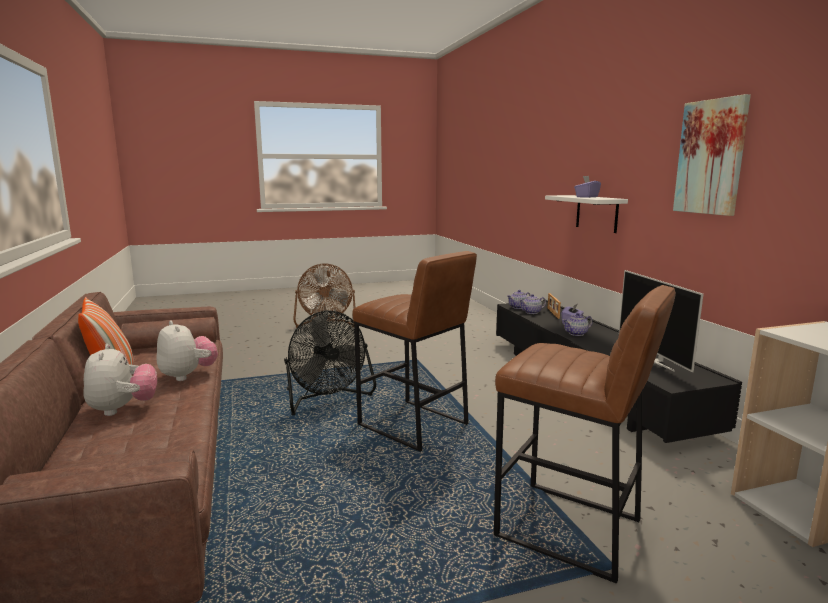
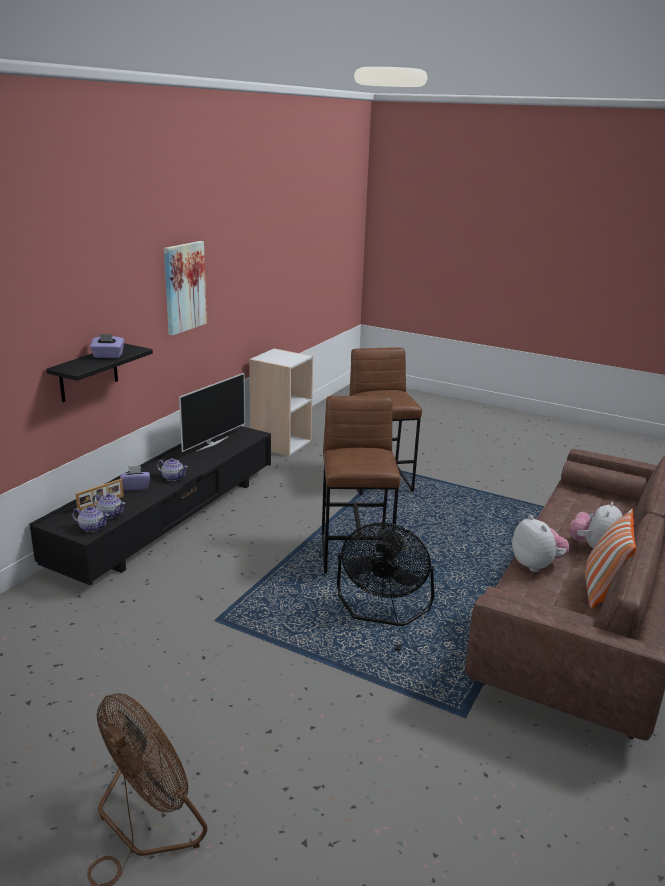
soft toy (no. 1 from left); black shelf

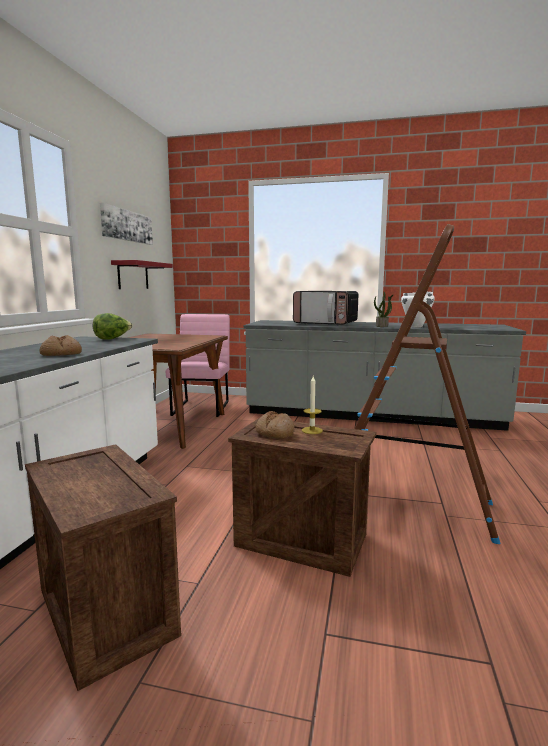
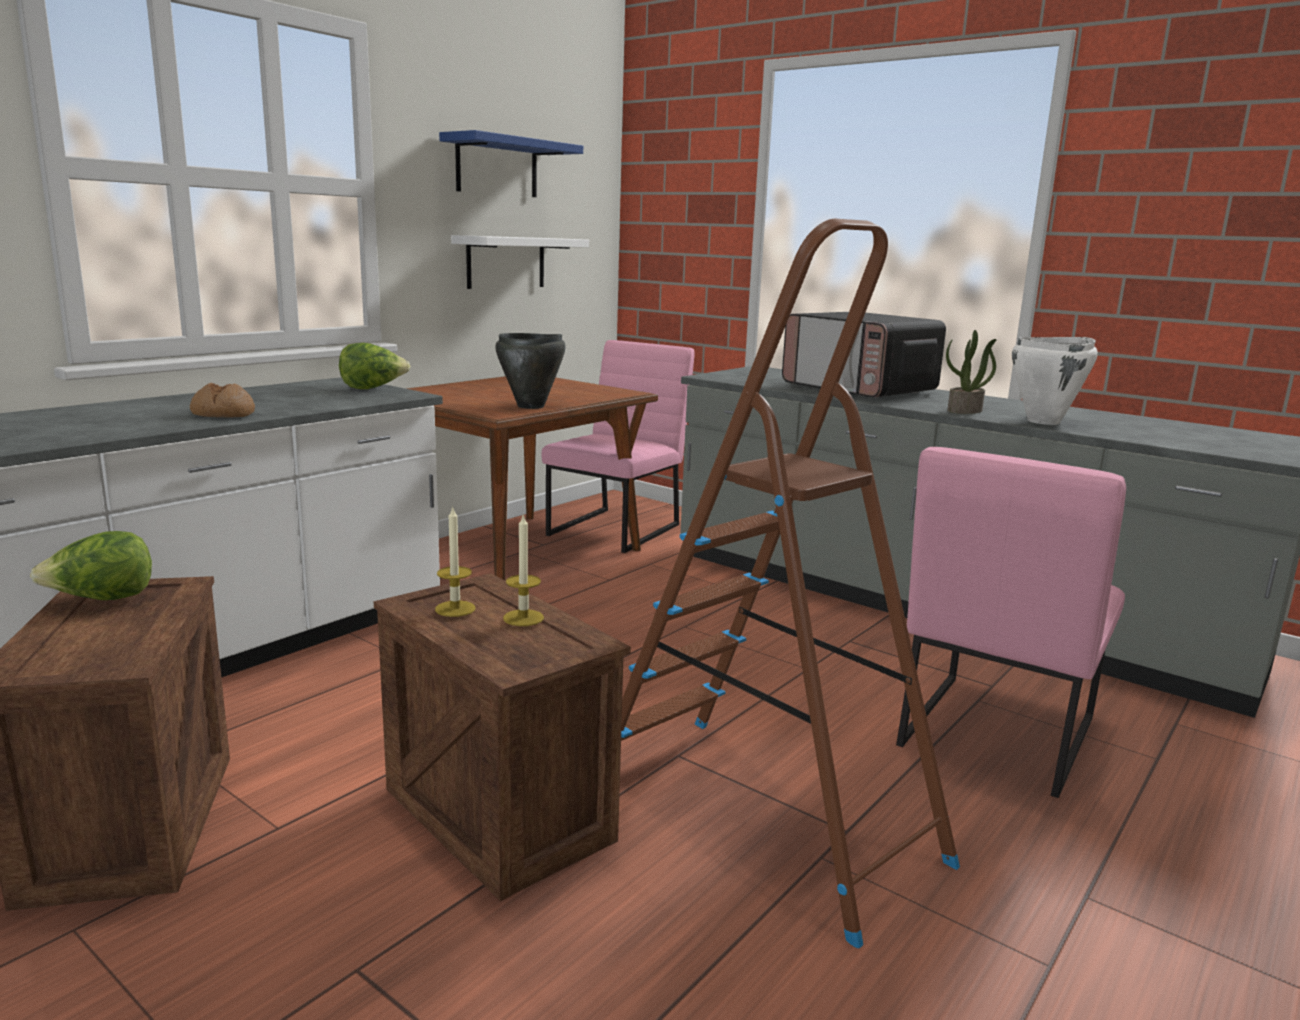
blue shelf; whitish shelf; wax light (no. 1 from left); lettuce (no. 1 from left); black saucepot; pink-coloured plain chair (no. 2 from left)

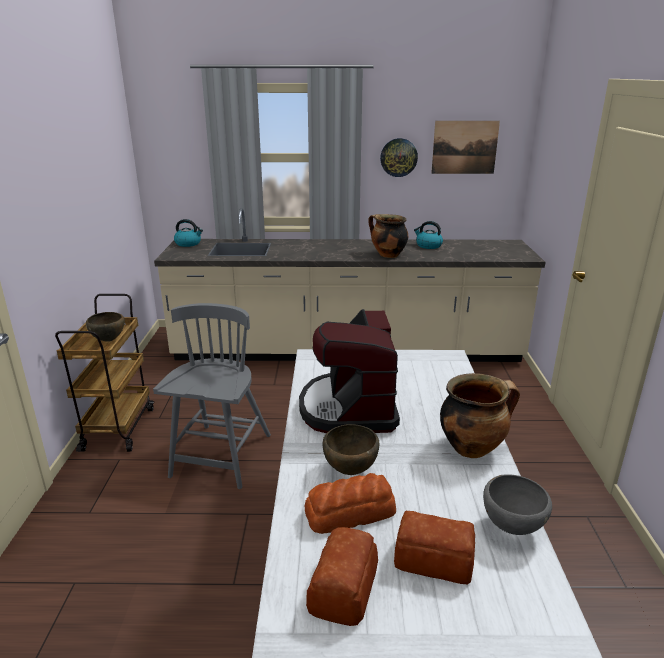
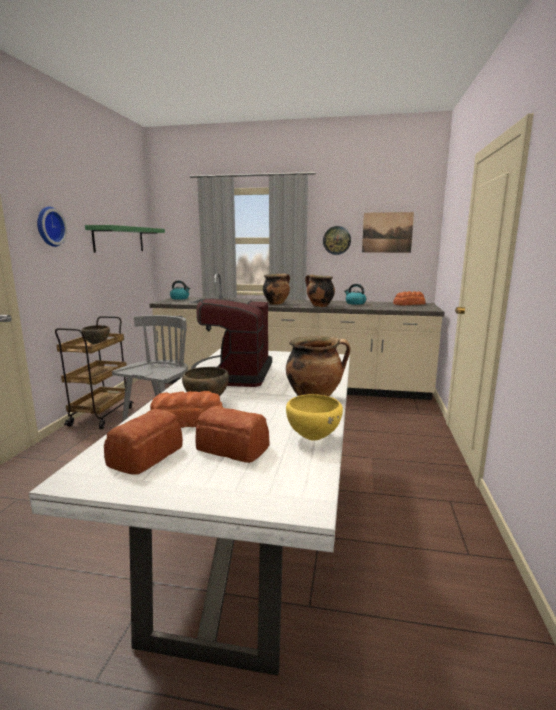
yellowish bowl; wall clock (no. 1 from left); green shelf; saucepot (no. 1 from left); bread (no. 4 from left)

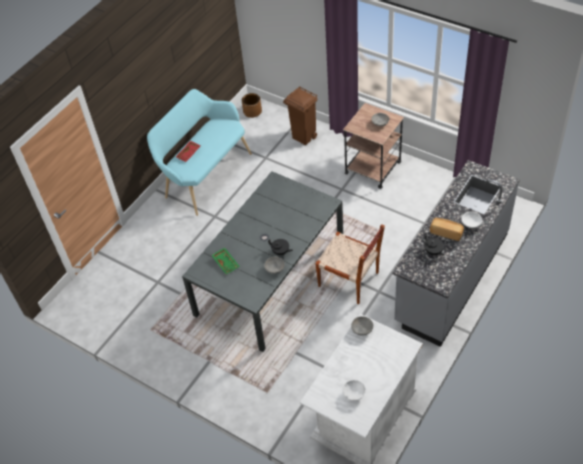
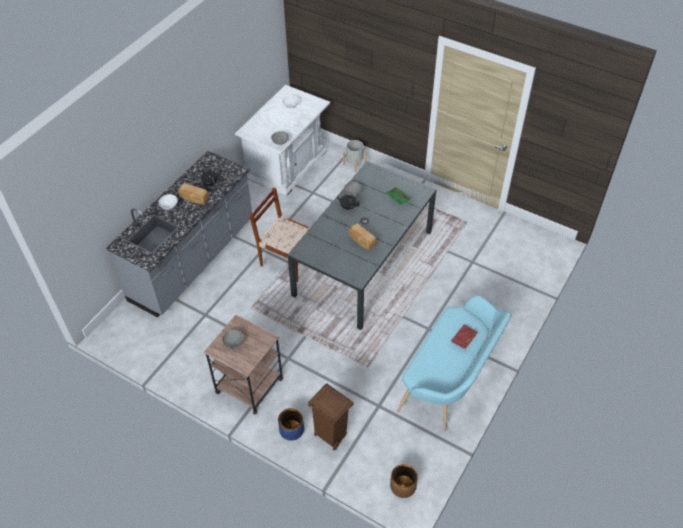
blue flower pot; gray flower pot; bread (no. 2 from left)

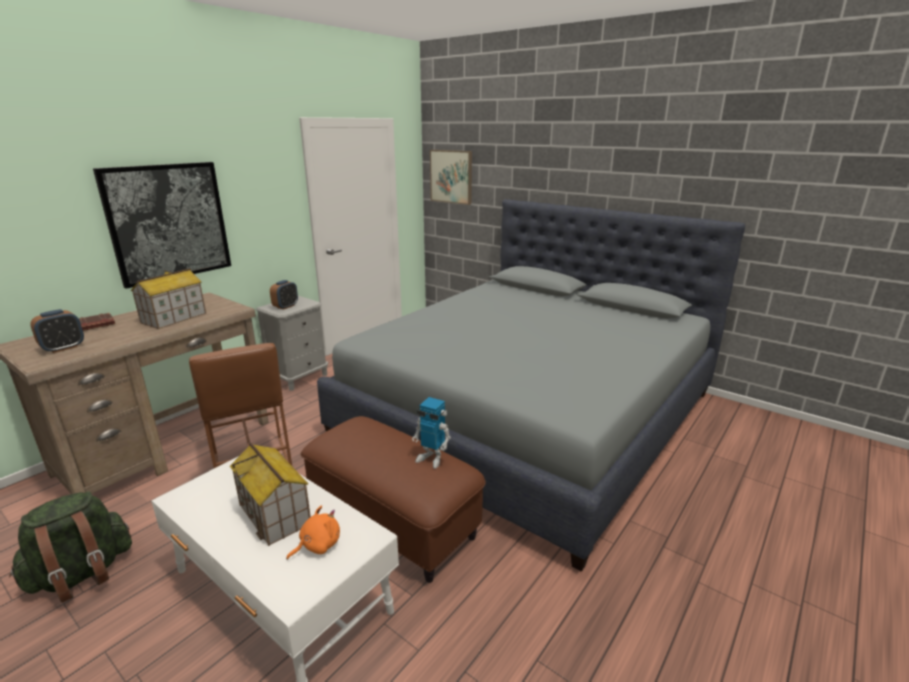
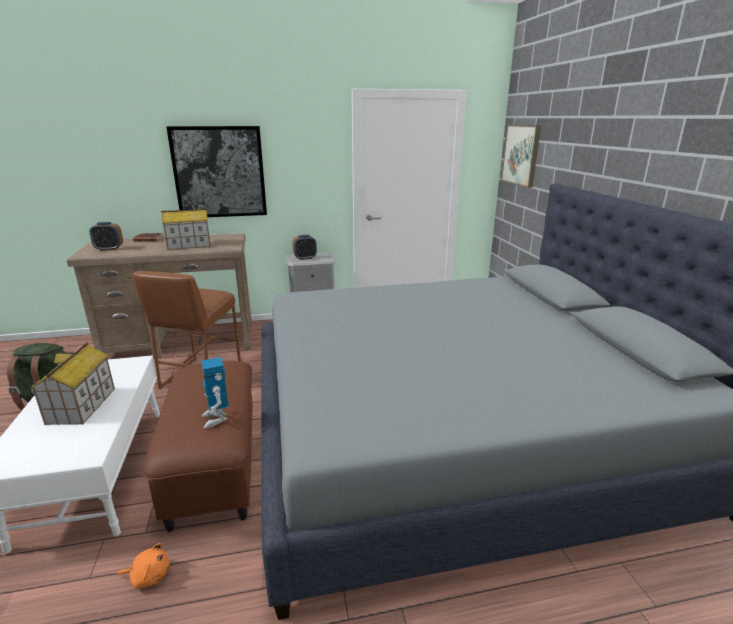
orangey soft toy

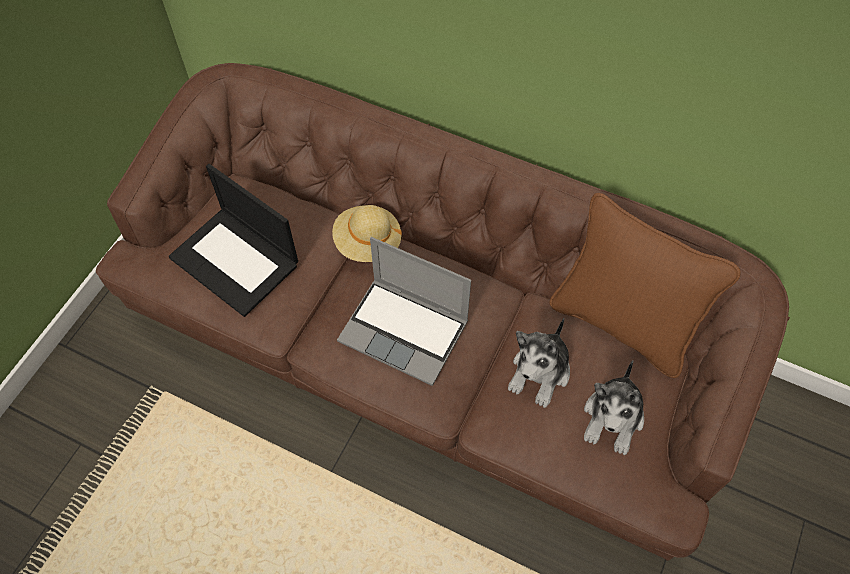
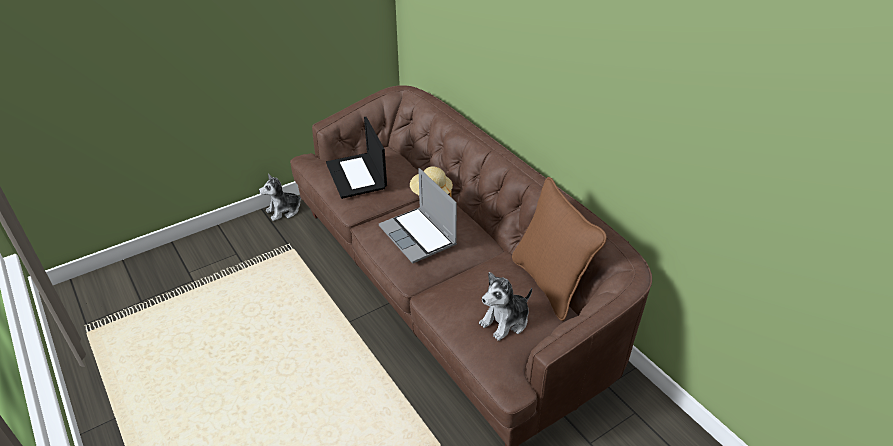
soft toy (no. 1 from left)

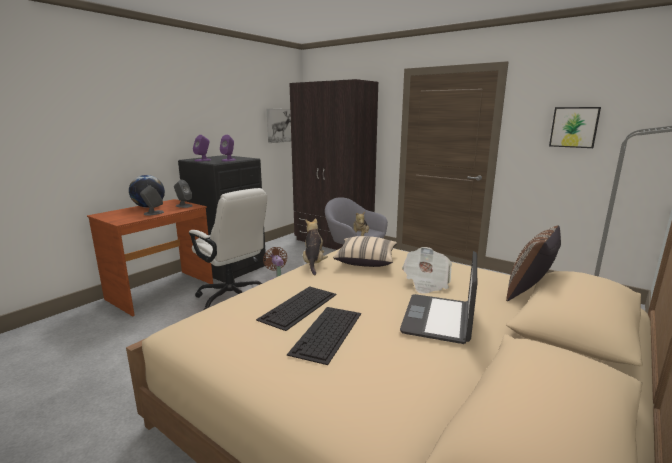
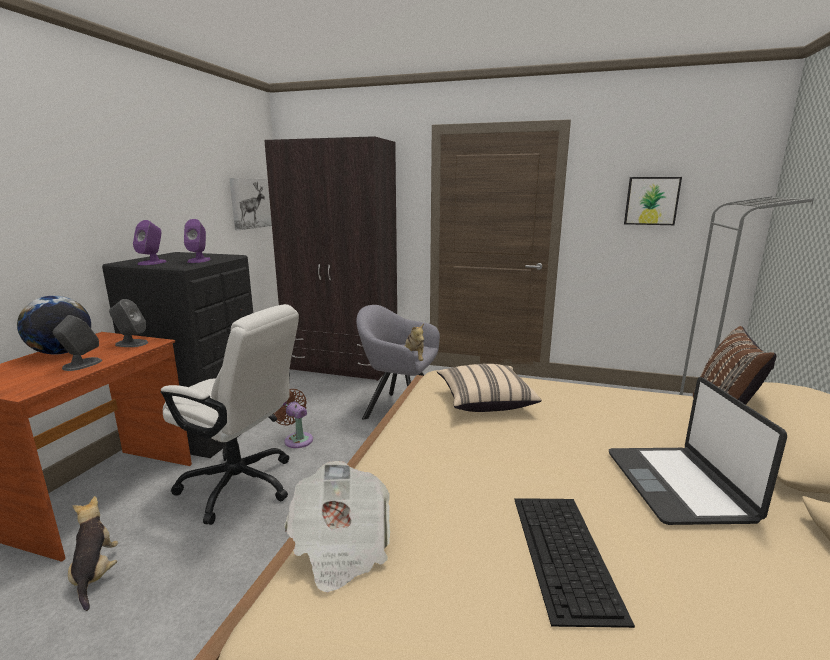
PC keyboard (no. 1 from left in the first image); soft toy (no. 1 from left); printed paper

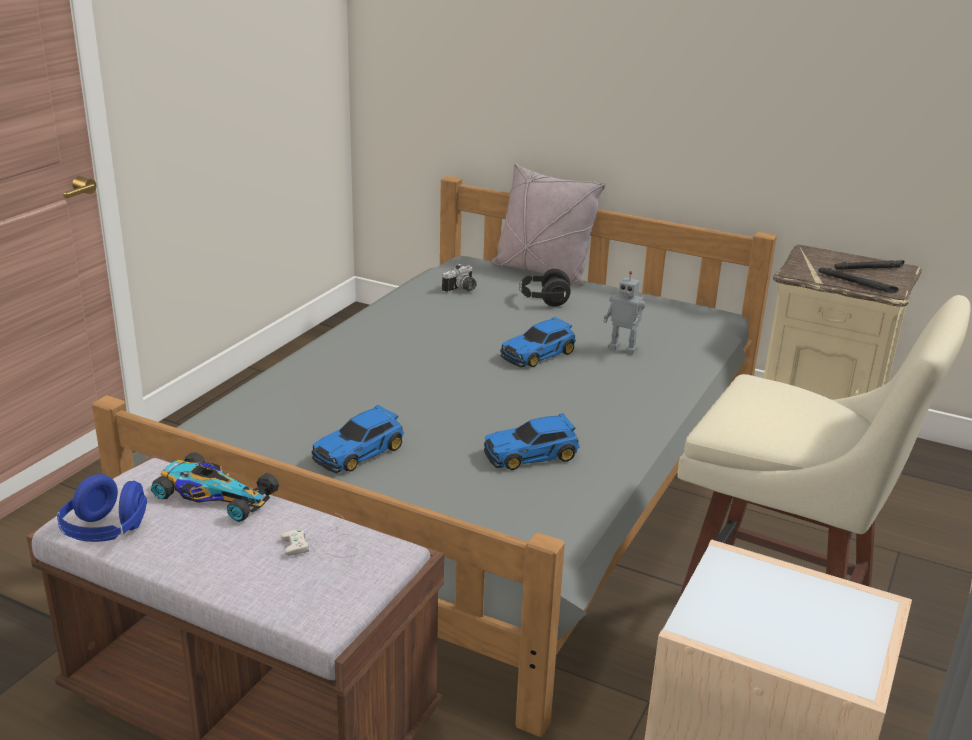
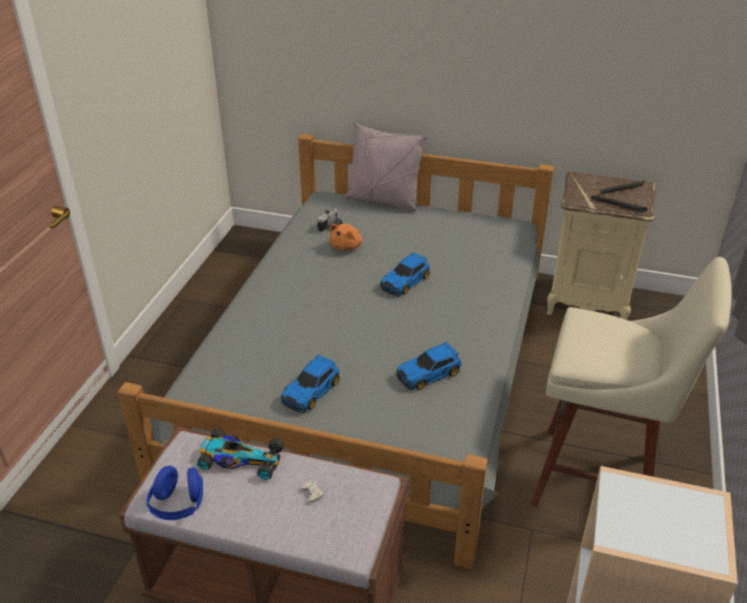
black headset; model robot; orangey soft toy

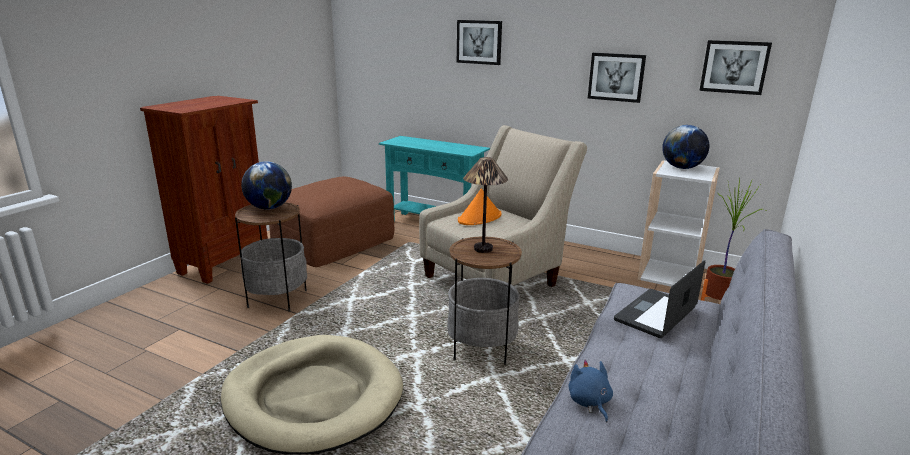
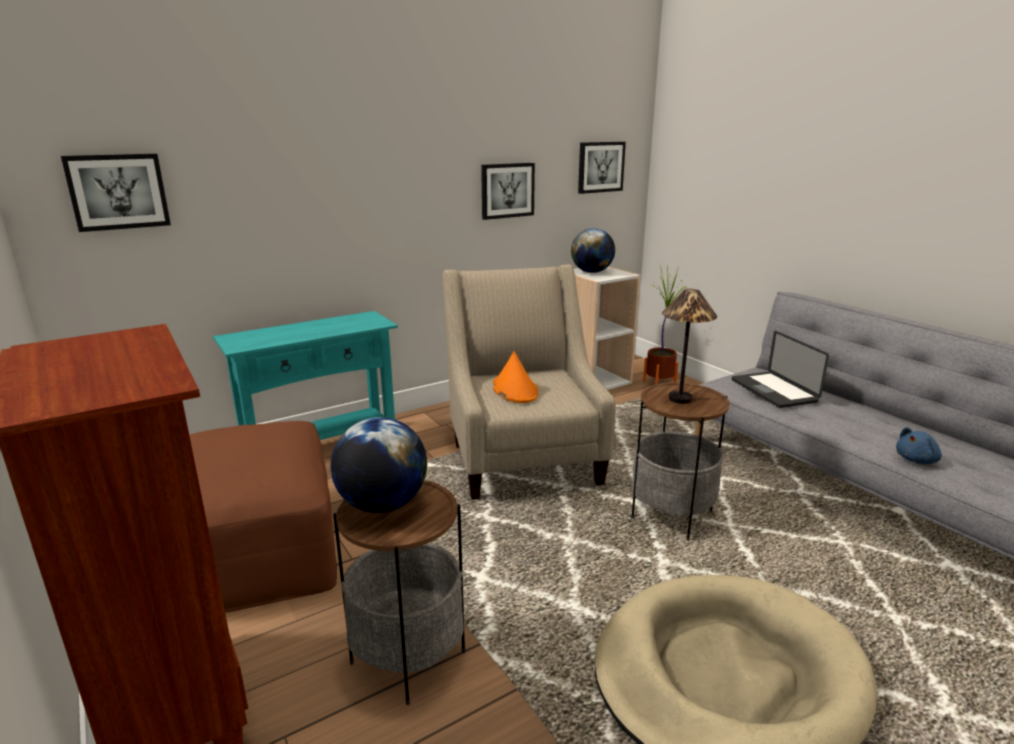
wall picture (no. 1 from left); blue soft toy

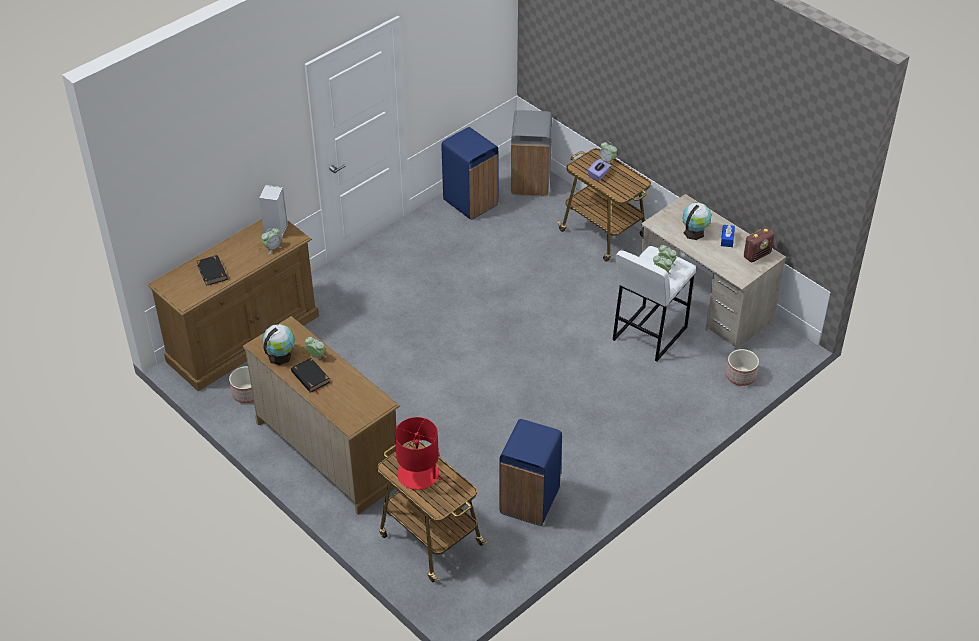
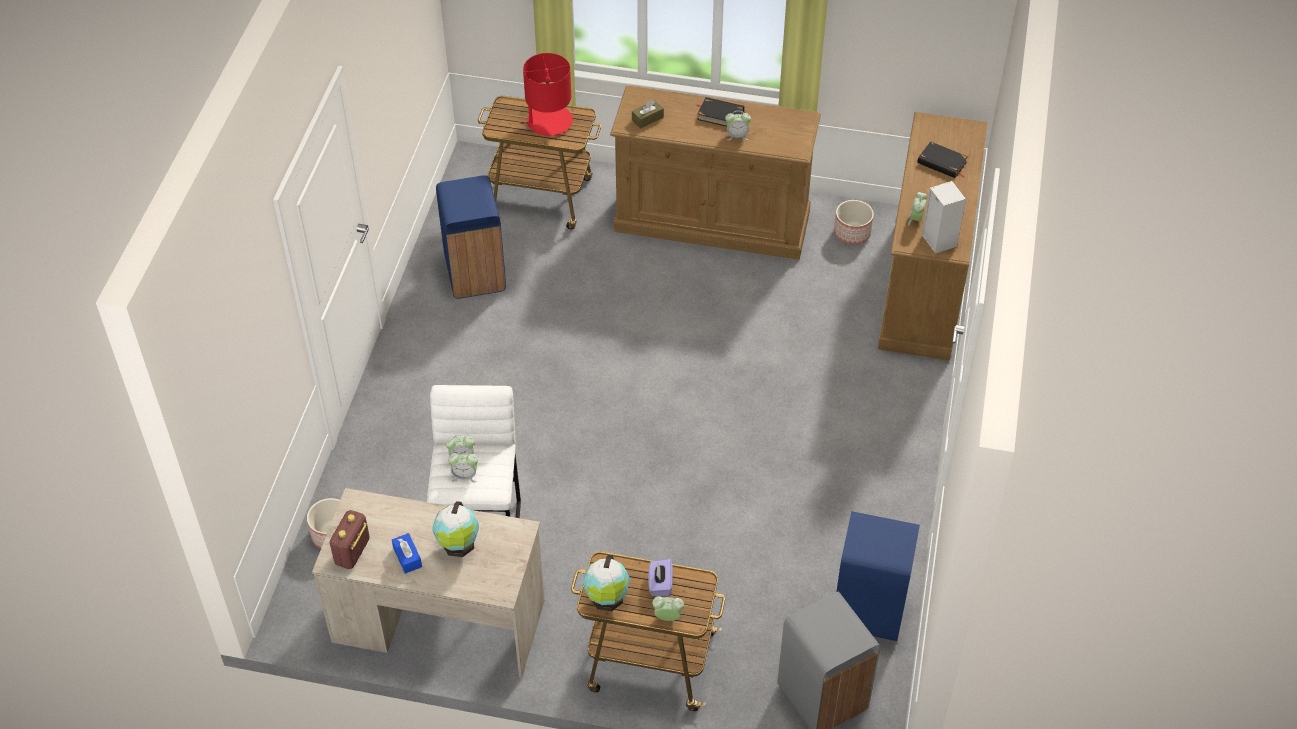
desk globe (no. 2 from left); brown-coloured tissue holder

